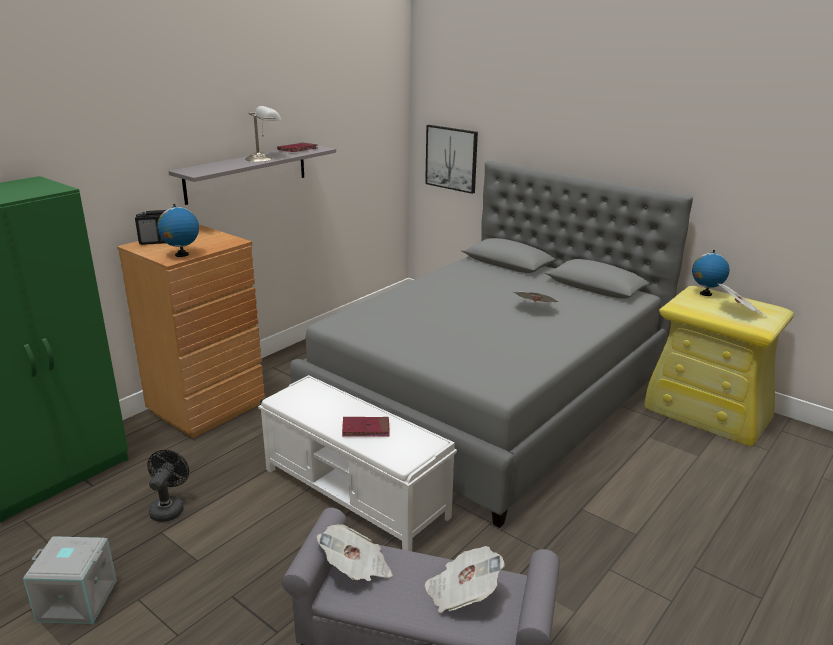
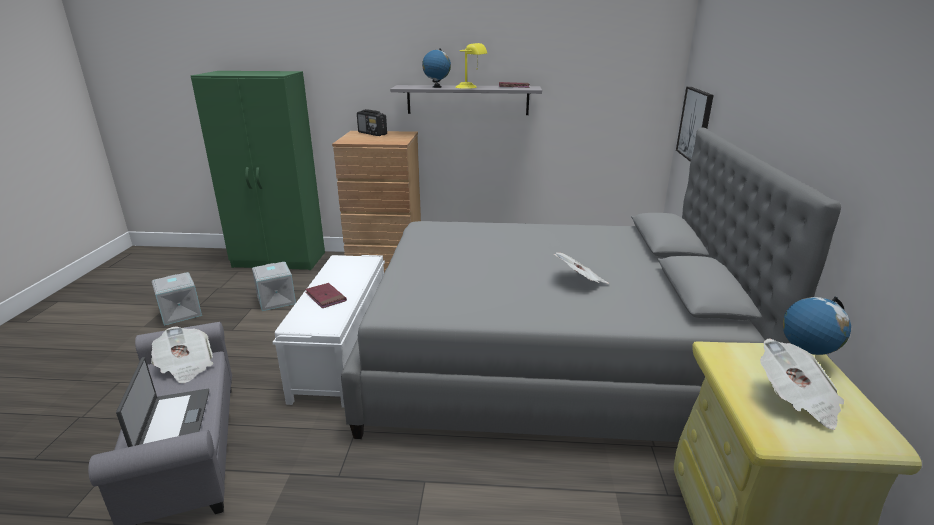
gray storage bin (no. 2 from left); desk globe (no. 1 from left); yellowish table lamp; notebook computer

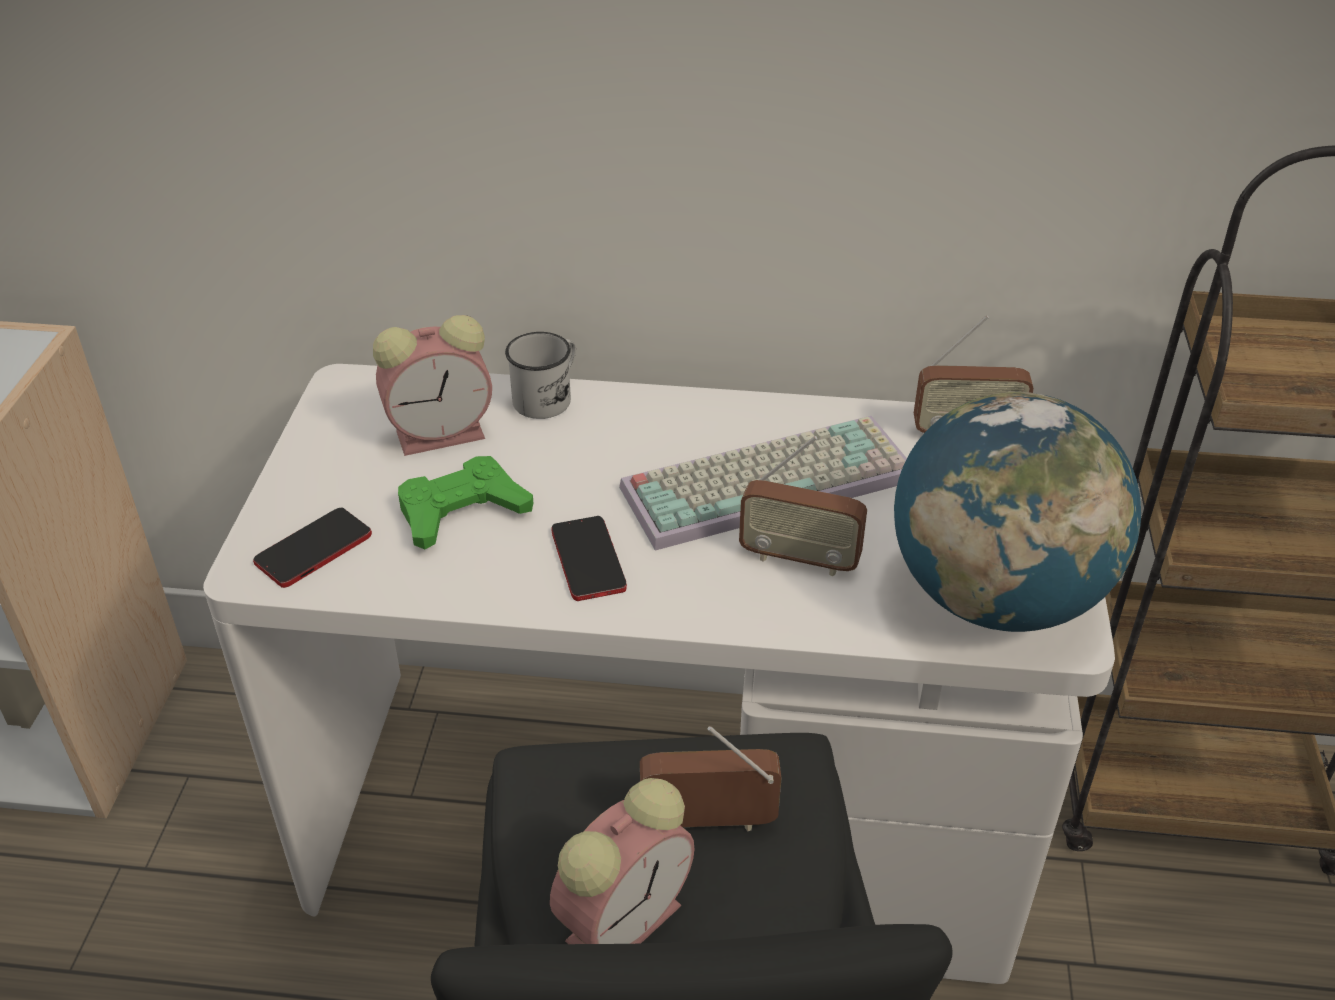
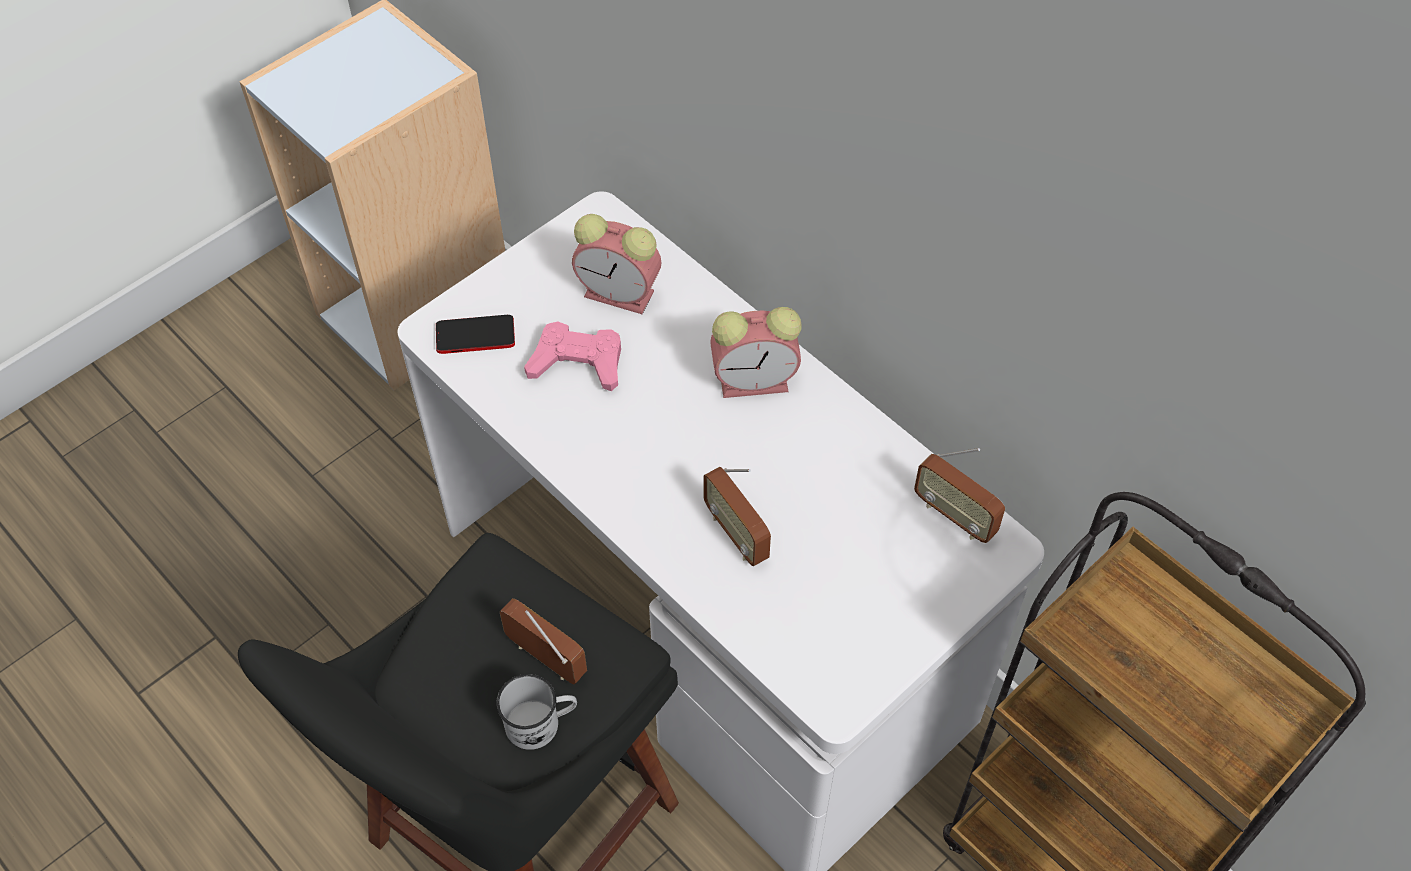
pink-coloured joypad; whitish coffee mug; table clock (no. 2 from left); handset (no. 2 from left in the first image); PC keyboard; desk globe

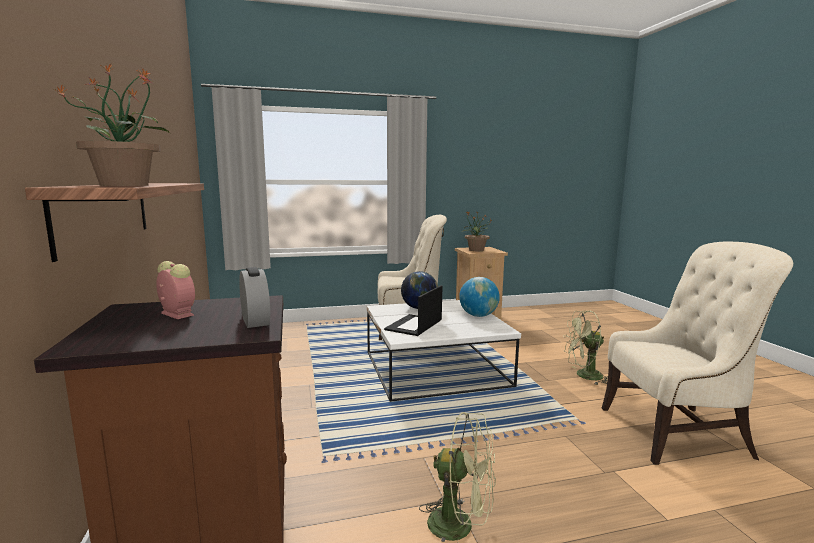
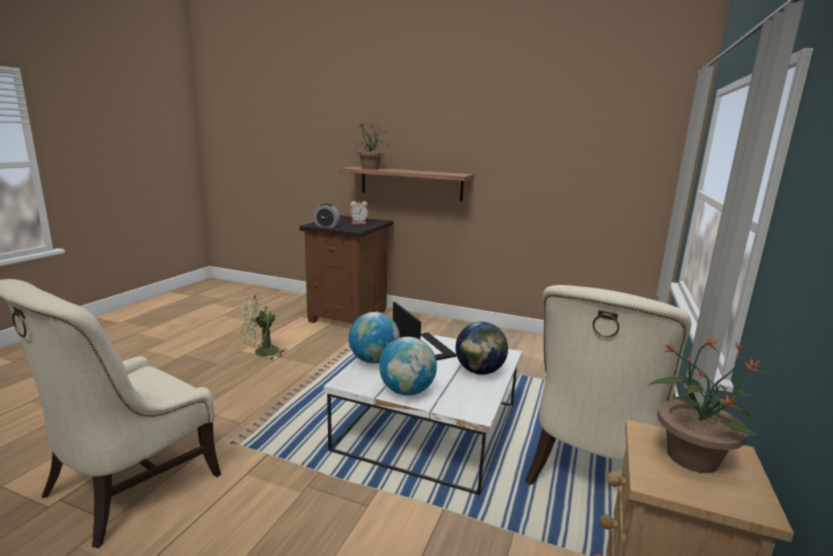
green electric fan (no. 2 from left in the first image); desk globe (no. 1 from left)

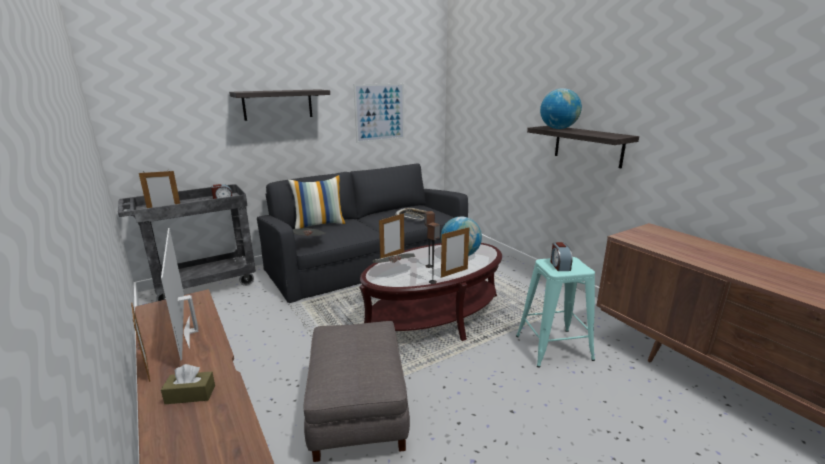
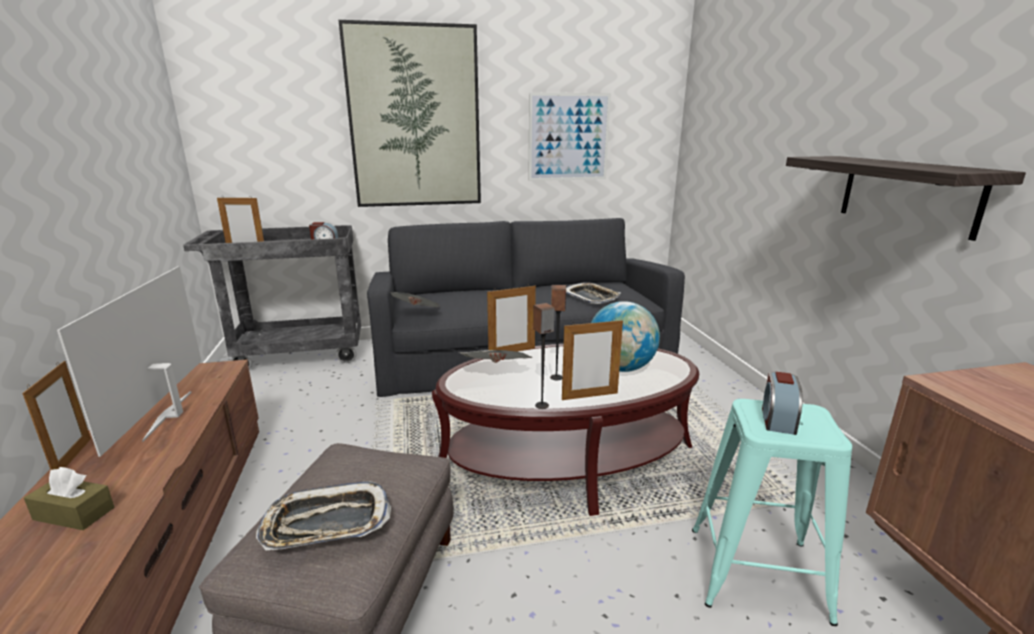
wall picture (no. 1 from left); throw pillow; desk globe (no. 2 from left in the first image); serving tray (no. 1 from left)

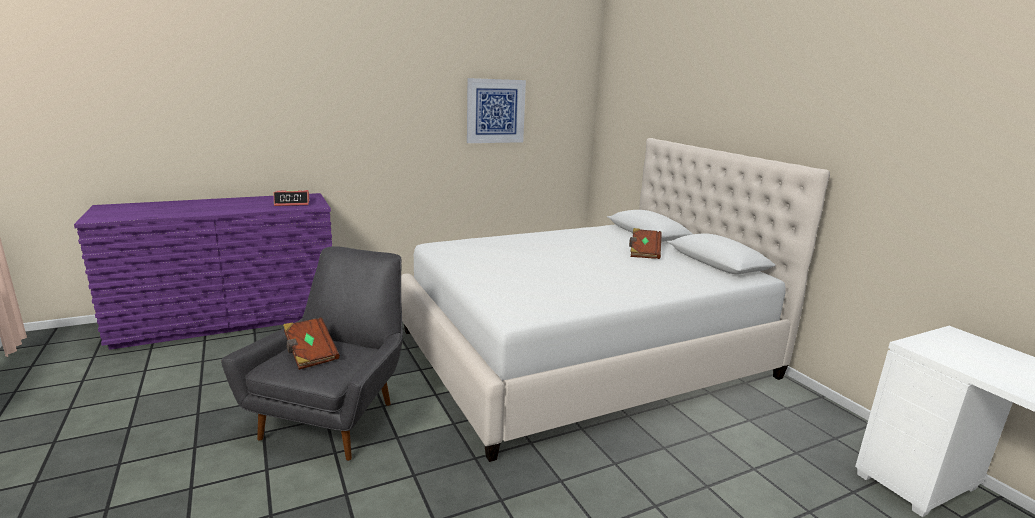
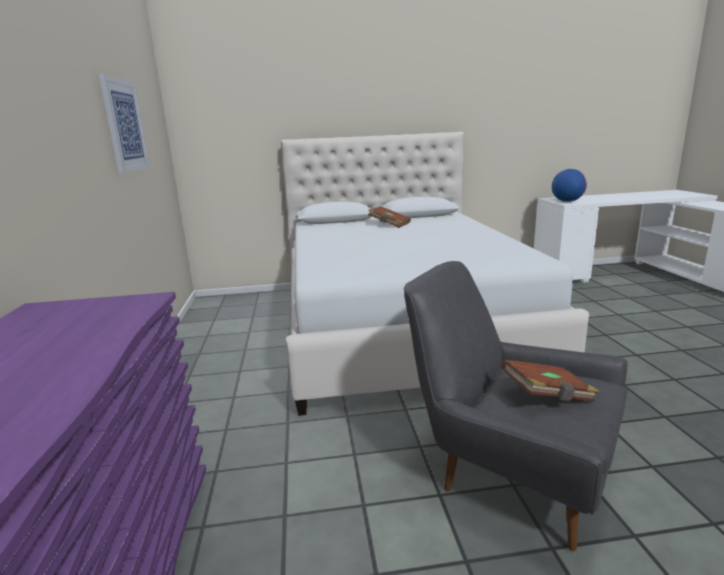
table clock; desk globe

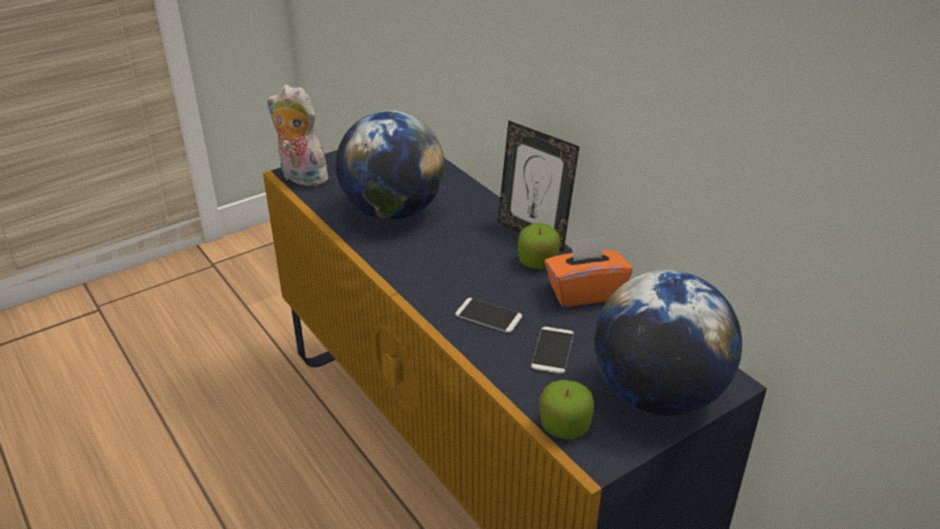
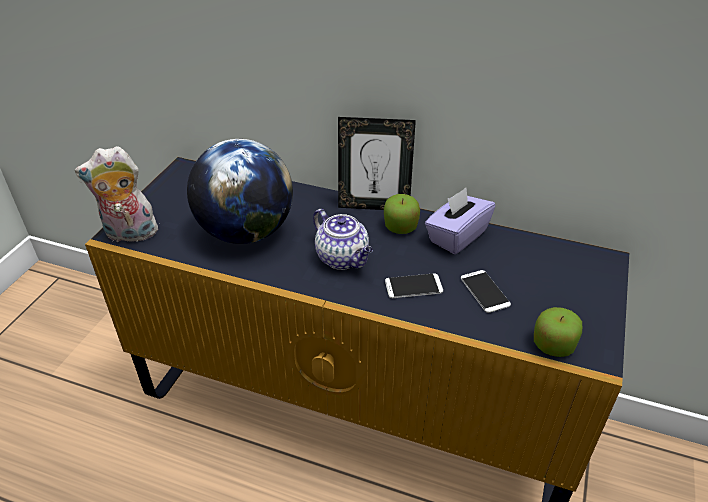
purple-coloured tissue holder; desk globe (no. 2 from left in the first image); pot for tea

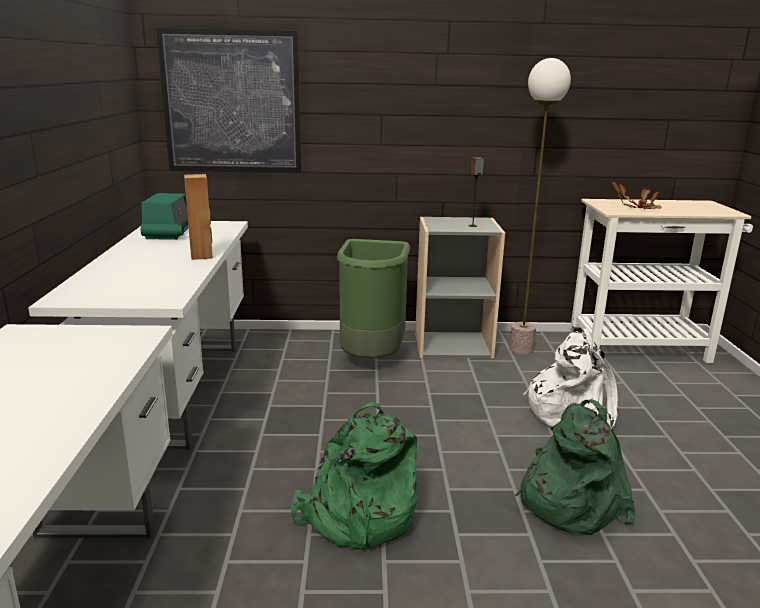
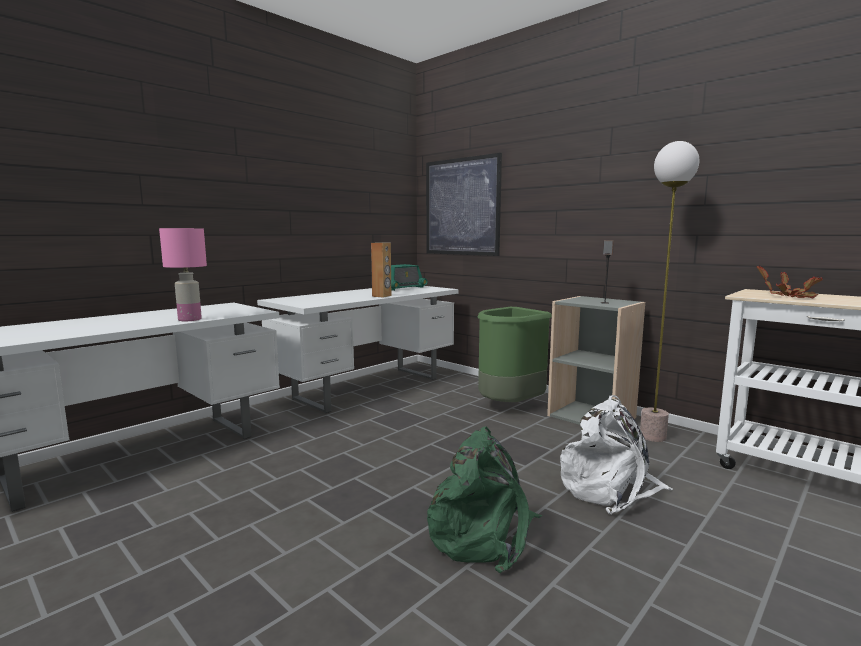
green backpack (no. 1 from left in the first image); pink-coloured table lamp

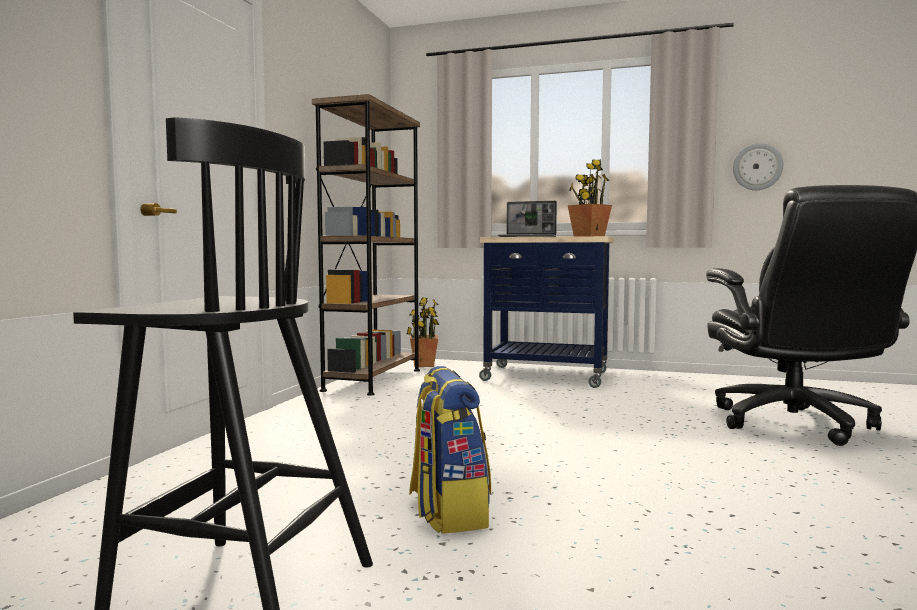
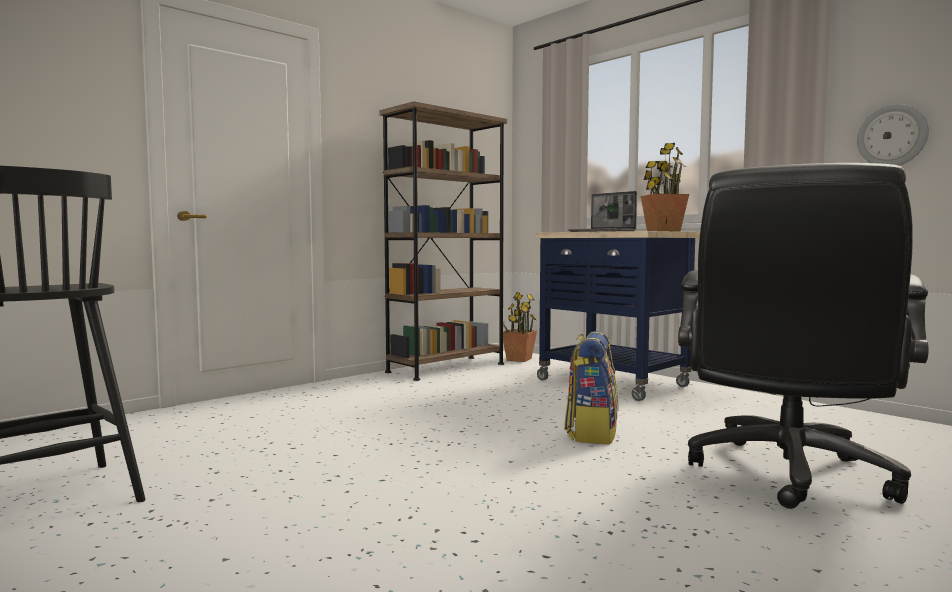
backpack

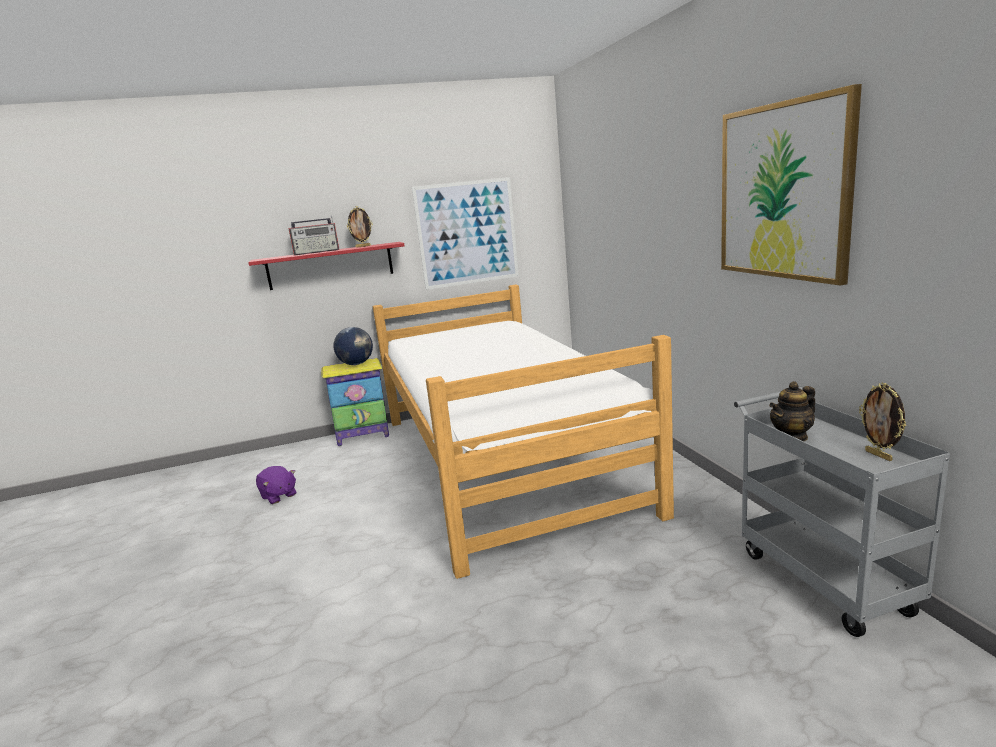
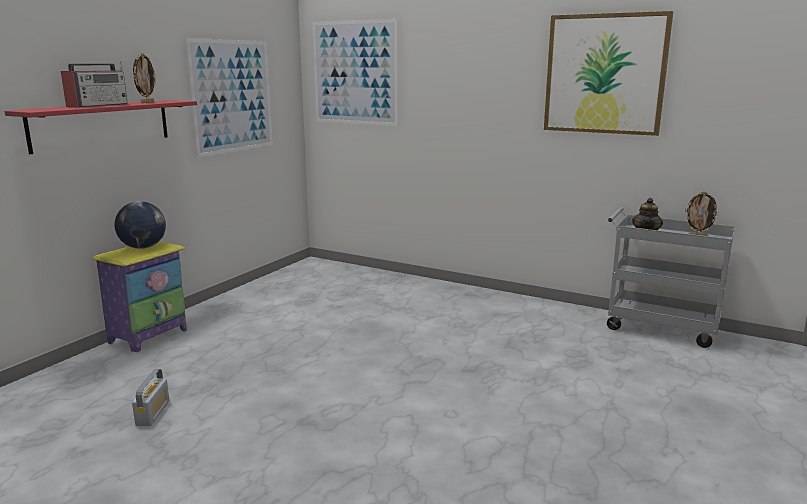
radio receiver (no. 2 from left); sleeping bed; wall picture (no. 2 from left)

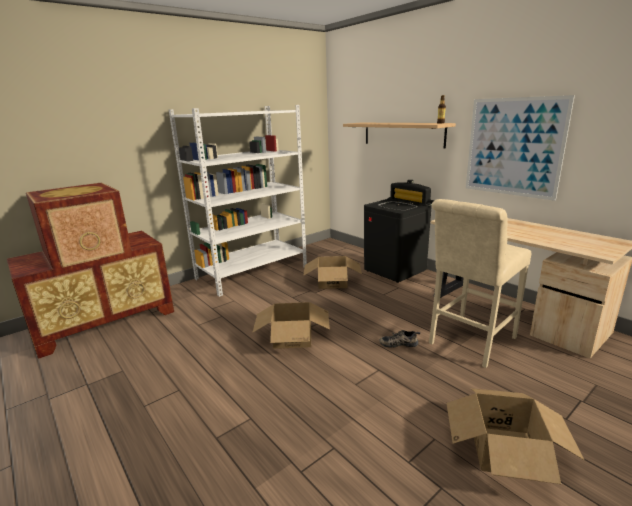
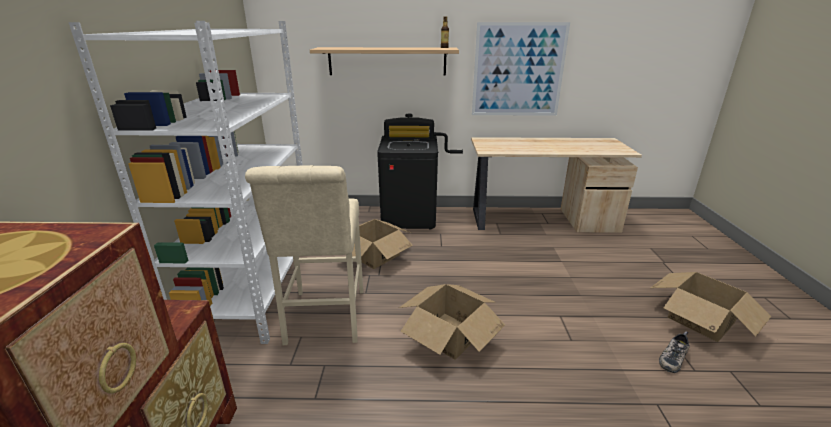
shoe; sand-coloured stool

